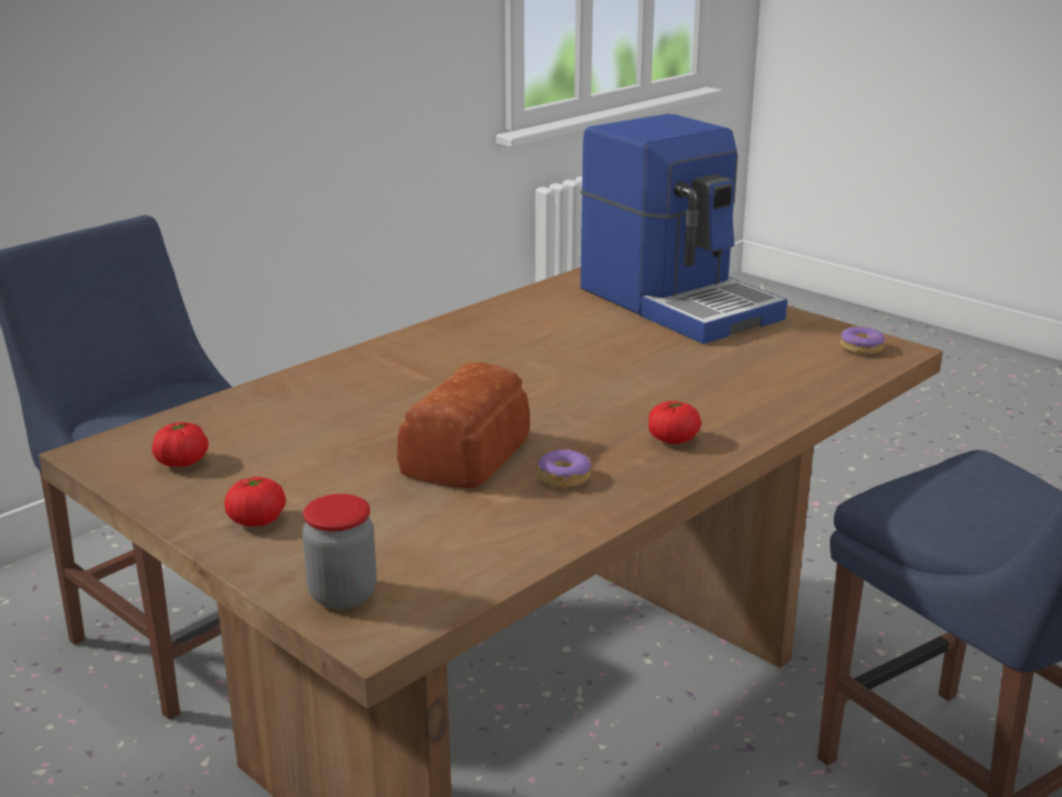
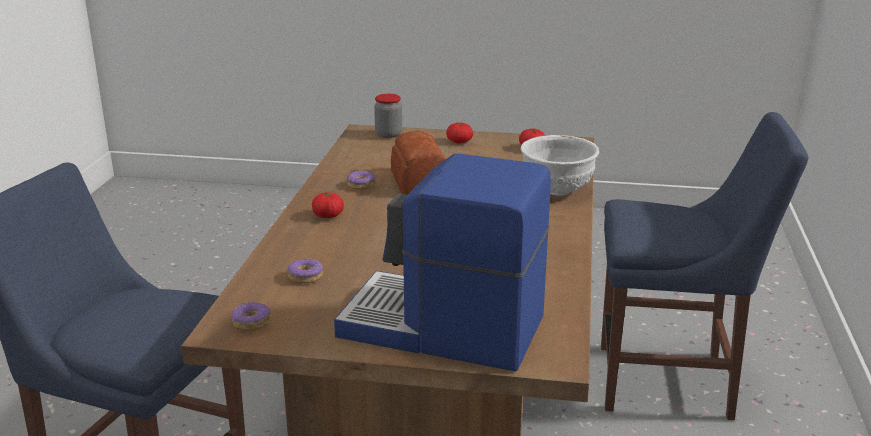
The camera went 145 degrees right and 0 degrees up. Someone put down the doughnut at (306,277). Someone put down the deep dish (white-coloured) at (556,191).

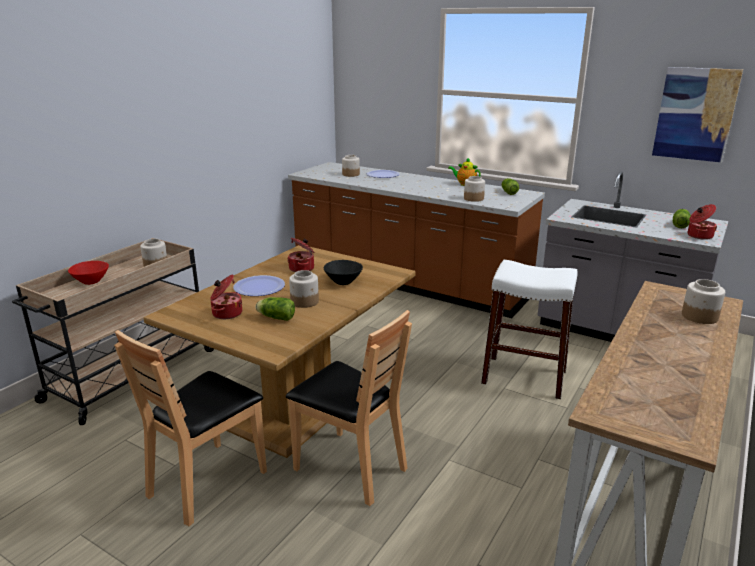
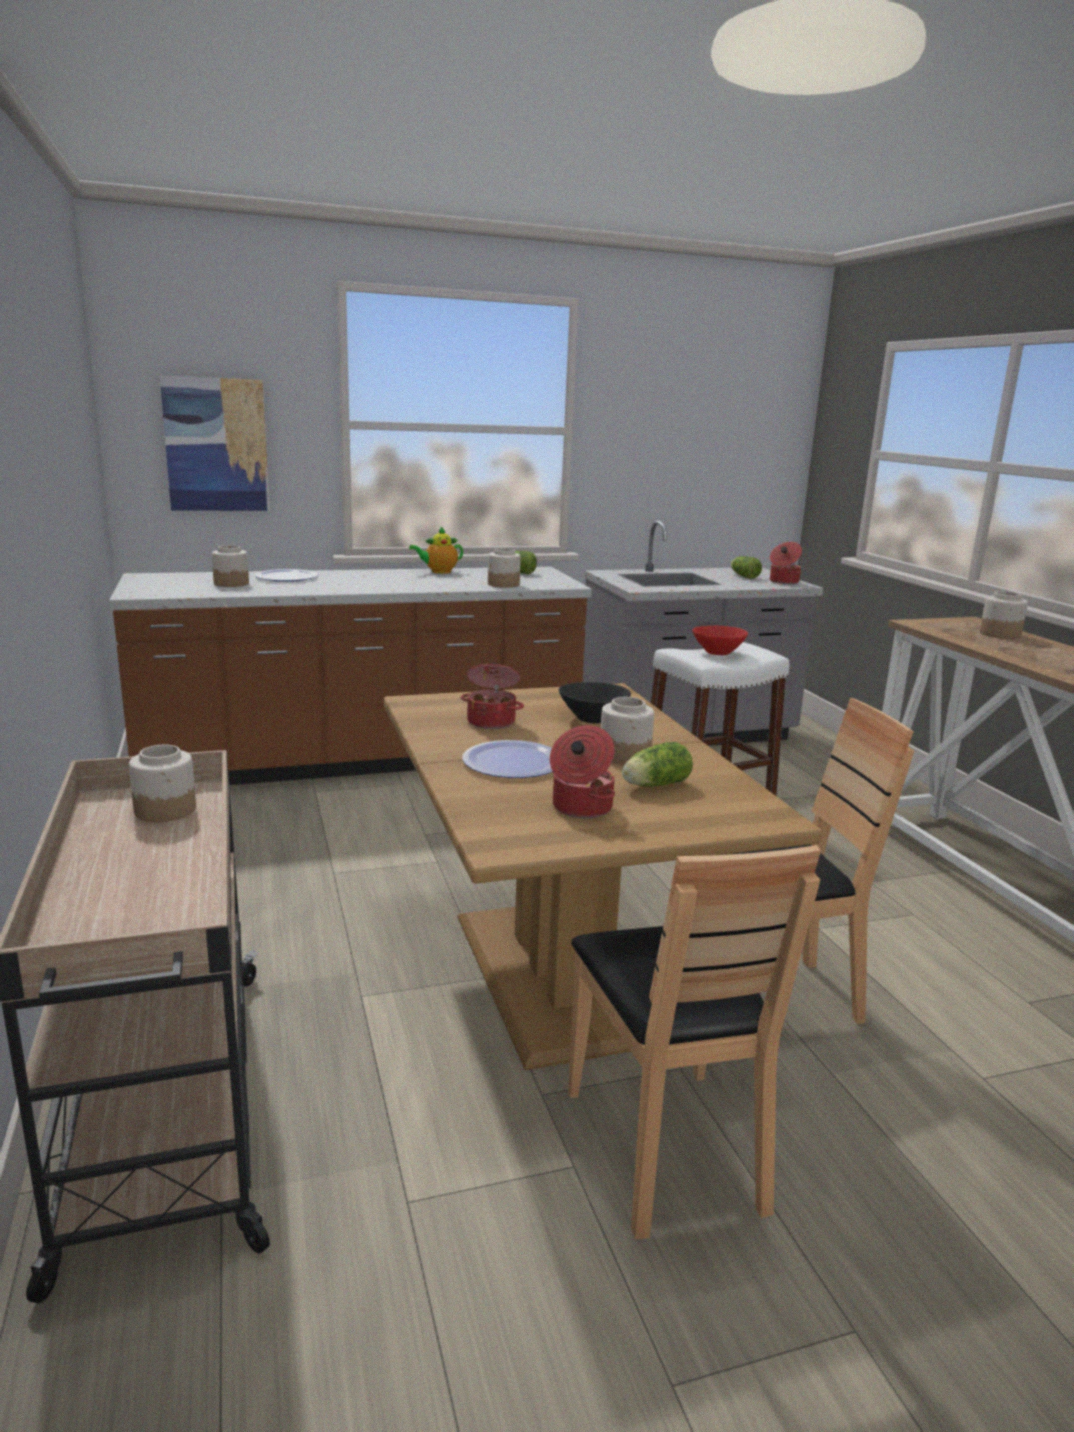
The camera went 50 degrees left and 5 degrees down. Someone carried the picture from (695,114) to (216,445). Someone carried the deep dish (red-coloured) from (91,281) to (717,652).

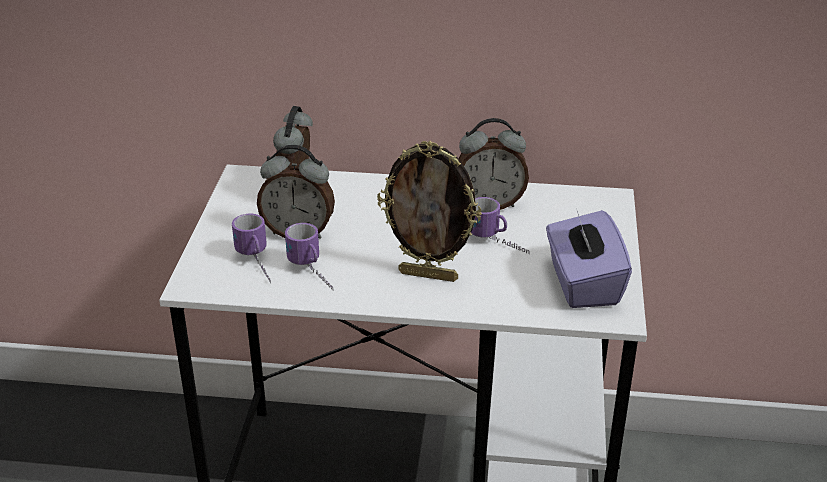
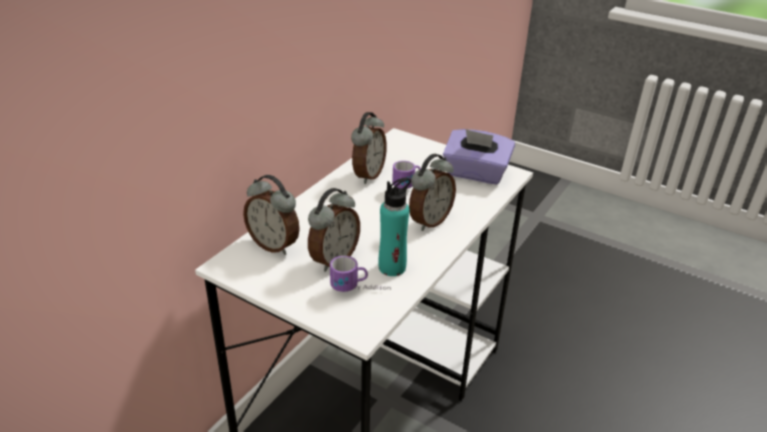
The camera went 65 degrees left and 0 degrees up. Someone swapped the mug at (313,274) for the bottle (blue-green) at (392,267). Someone swapped the standing frame at (429,275) for the bedside clock at (429,221).

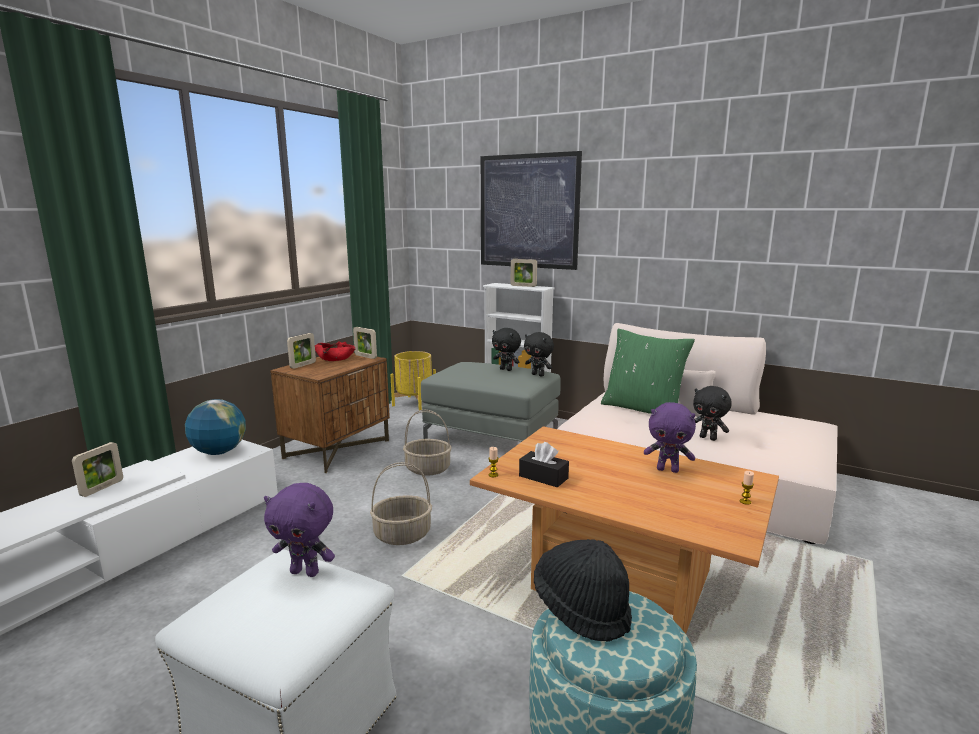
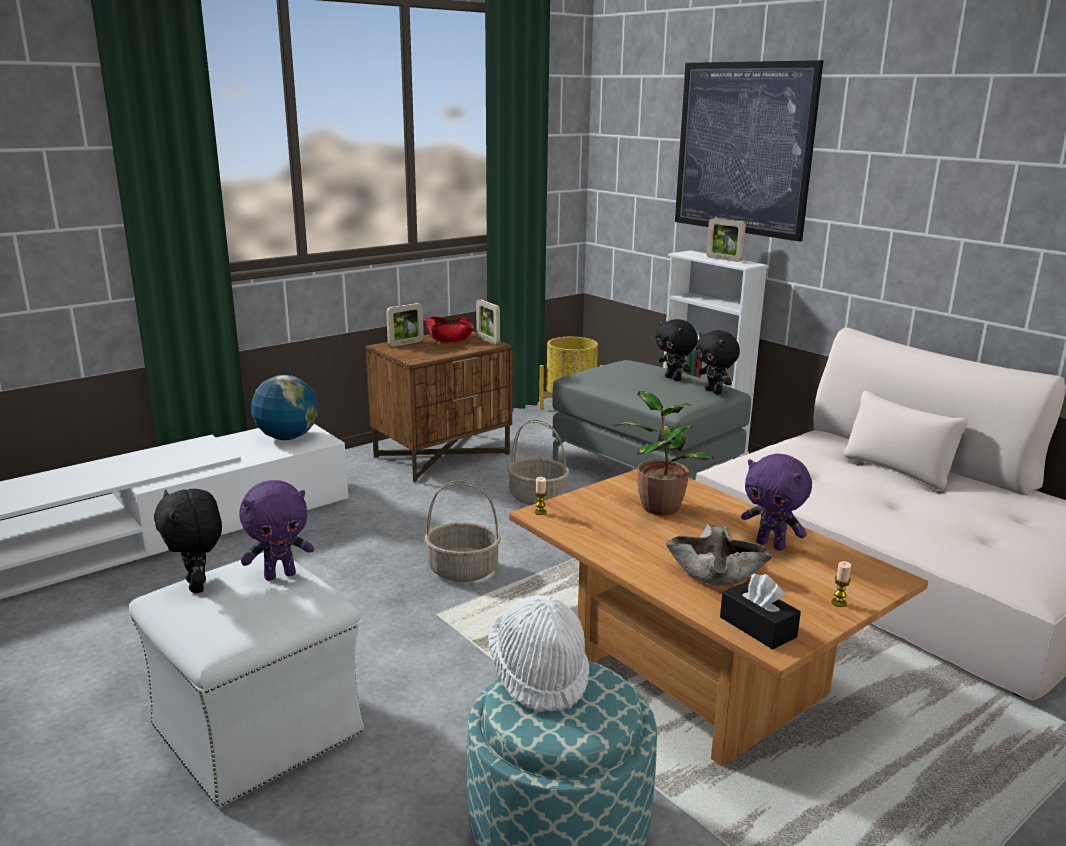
The camera went 20 degrees right and 5 degrees up. Someone carried the cuddly toy (black-coloured) from (708,438) to (198,586). Someone rotated the cuddly toy (purple-coloured) at (306,572) by 60 degrees counterclockwise. Someone repainted the hat (black-coloured) at (581,608), which became the hat (white-coloured) at (539,675). Someone put down the potted plant at (658,506). Someone put down the deep dish (sand-coloured) at (716,570). Someone carried the box of tissues (black-coloured) from (543,477) to (757,627). Someone took away the standing frame at (102,488). Someone took away the cushion (greenish) at (643,408).

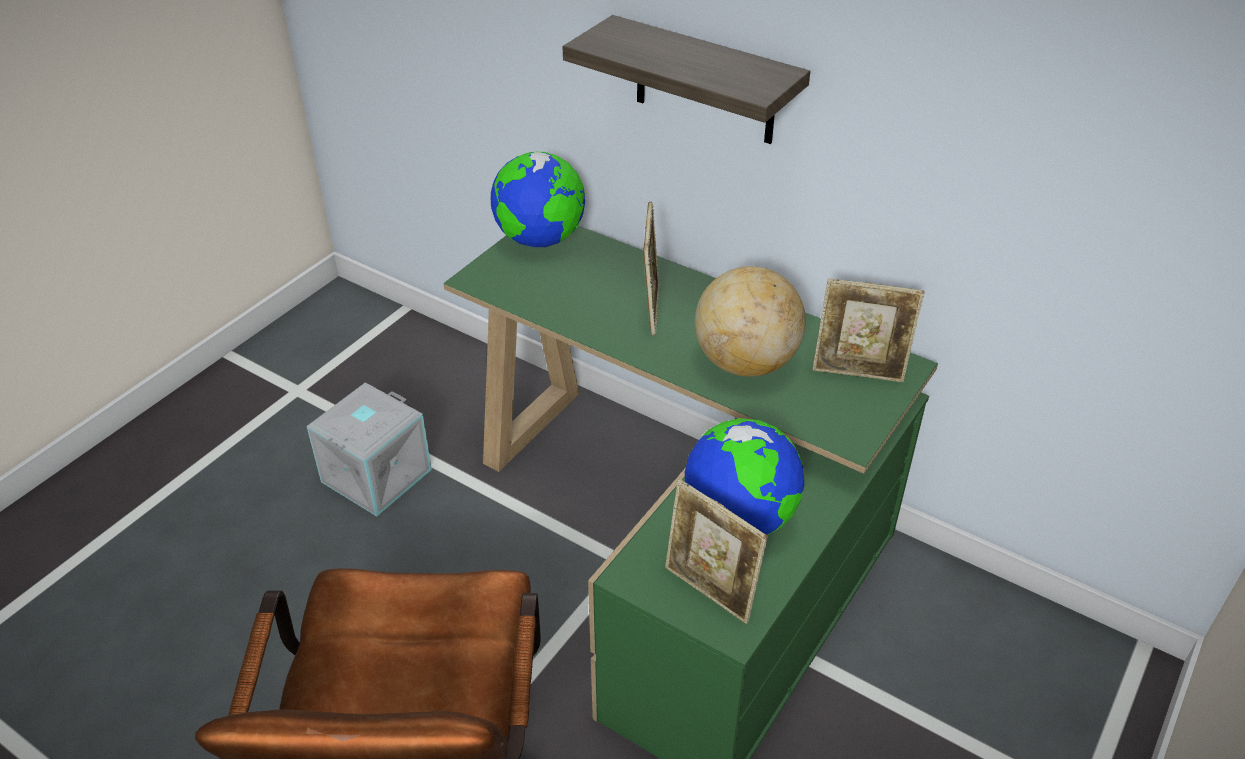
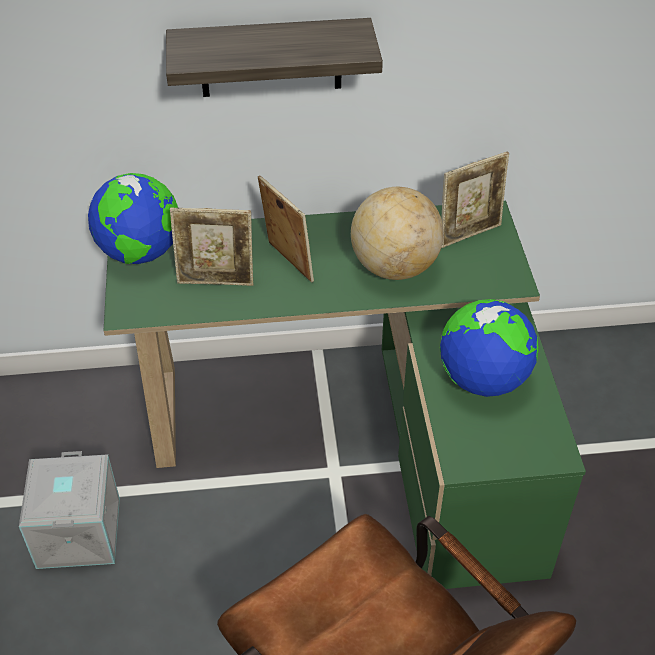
The camera went 40 degrees left and 5 degrees up. Someone carried the standing frame from (710,592) to (216,281).

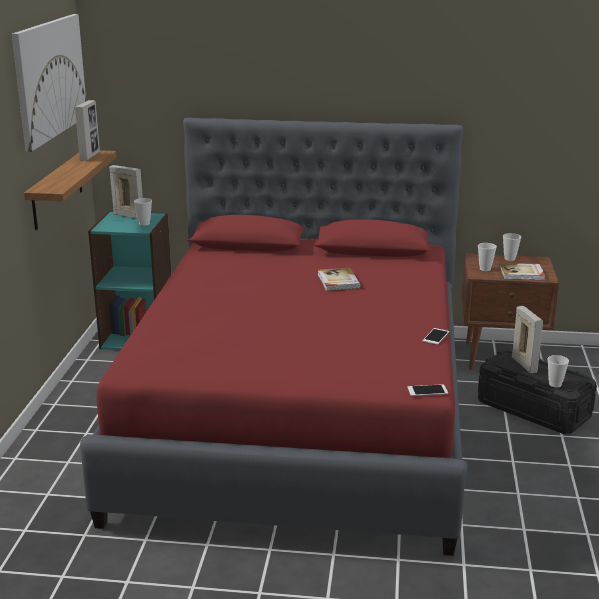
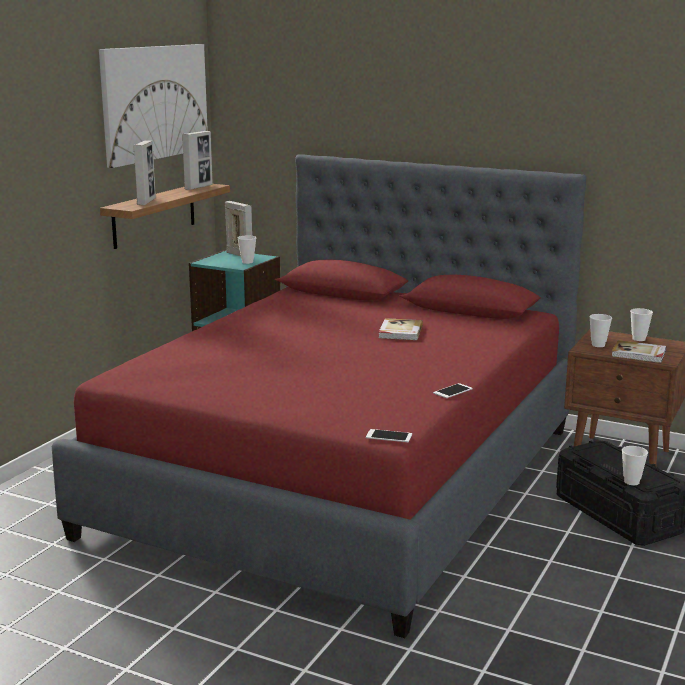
The camera went 20 degrees right and 5 degrees down. Someone carried the standing frame from (524,365) to (146,202).

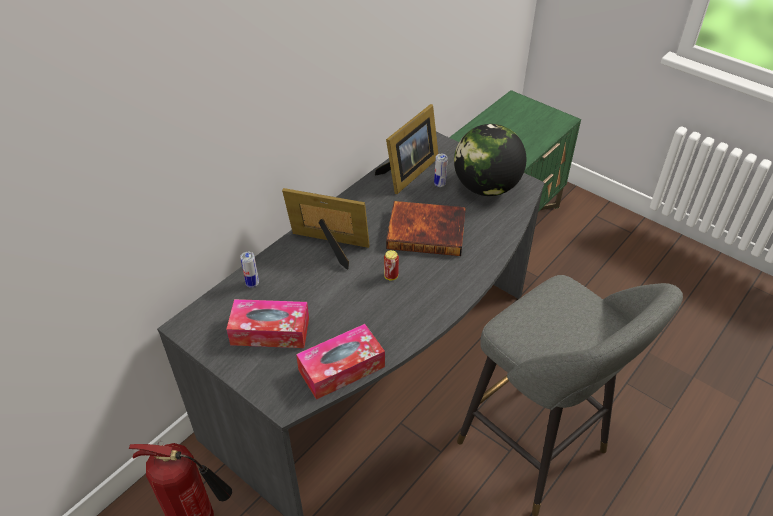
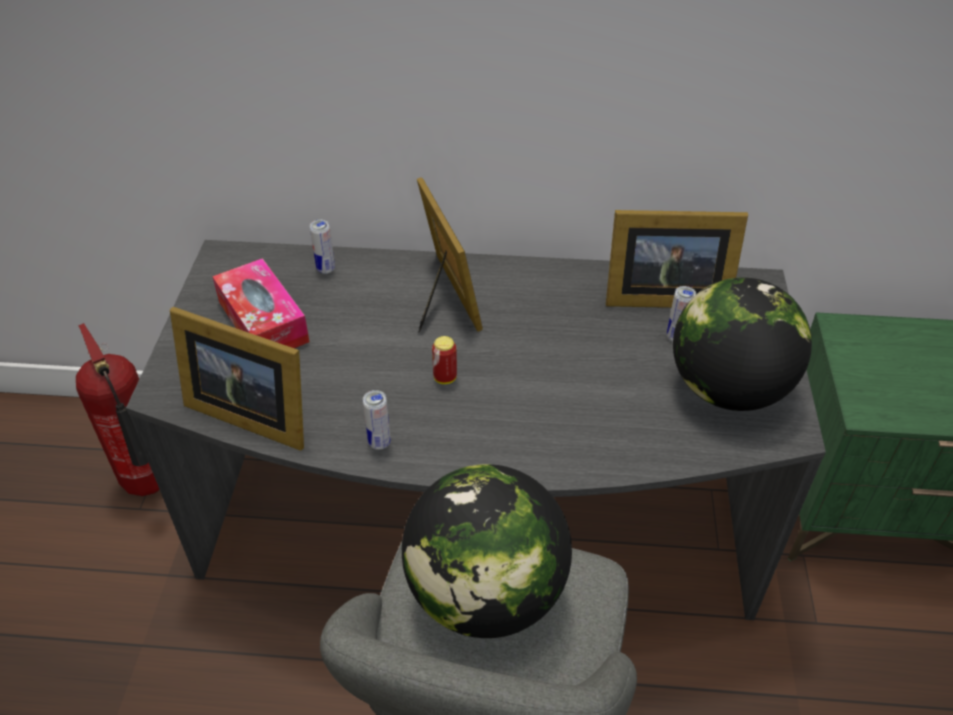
The camera went 55 degrees right and 0 degrees up. Someone swapped the box of tissues at (341,368) for the standing frame at (249,412). Someone put down the can at (379,443). Someone put down the world globe at (486,594). Someone took away the bound book at (427,231).

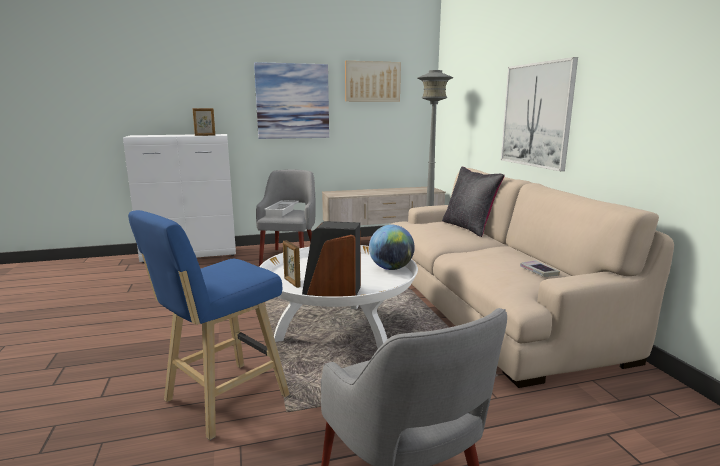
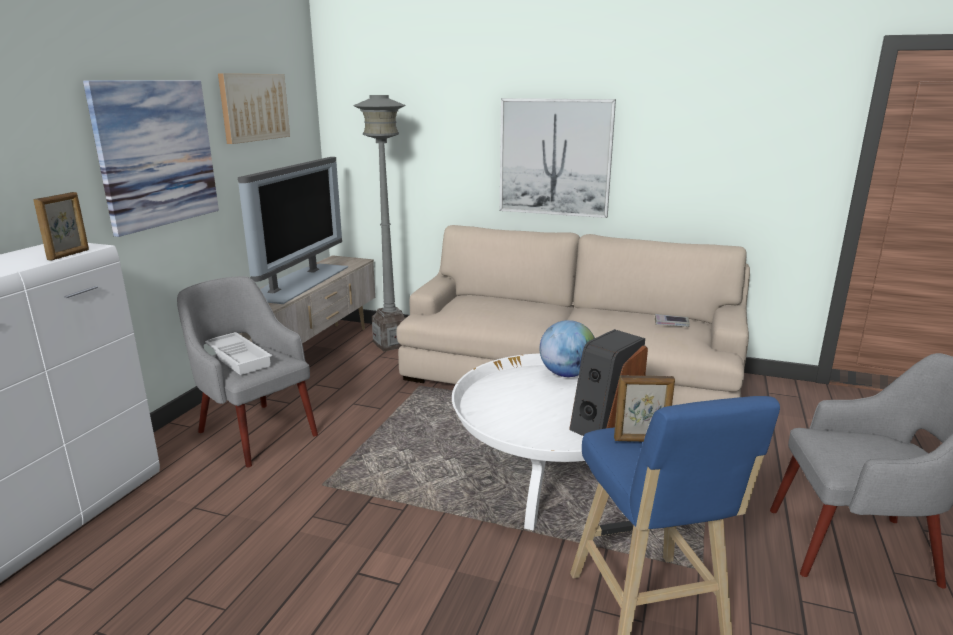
The camera went 55 degrees left and 5 degrees up. Someone put down the TV at (299,282). Someone carried the standing frame from (292,283) to (640,440). Someone took away the cushion (black-coloured) at (469,228).

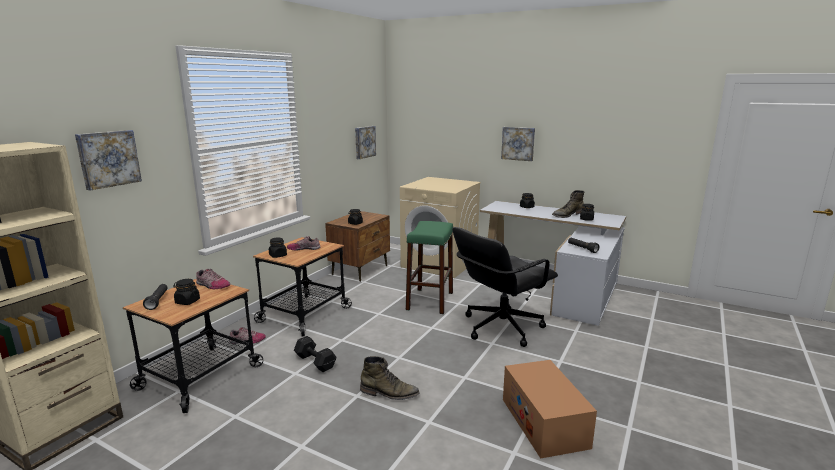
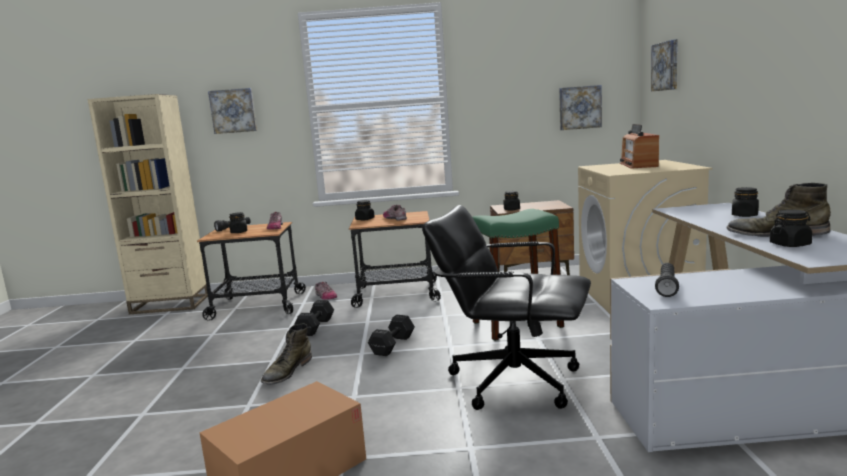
The camera went 60 degrees right and 5 degrees down. Someone rotated the high-top boot (greenish) at (389,393) by 45 degrees clockwise. Someone put down the hand weight (black-coloured) at (393,345). Someone put down the radio set at (638,165). Someone carried the picture from (518,143) to (666,66).

